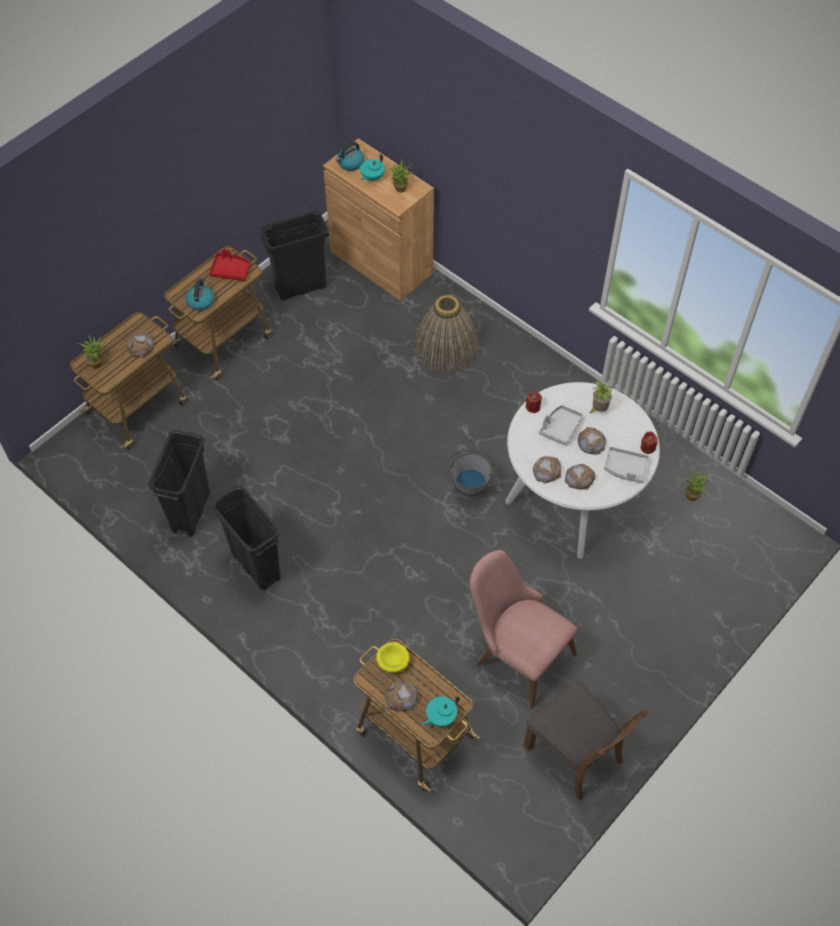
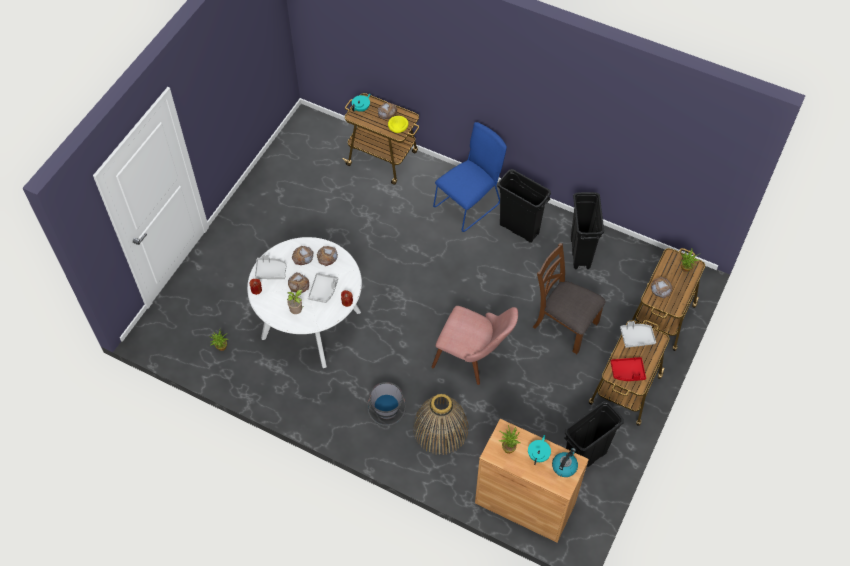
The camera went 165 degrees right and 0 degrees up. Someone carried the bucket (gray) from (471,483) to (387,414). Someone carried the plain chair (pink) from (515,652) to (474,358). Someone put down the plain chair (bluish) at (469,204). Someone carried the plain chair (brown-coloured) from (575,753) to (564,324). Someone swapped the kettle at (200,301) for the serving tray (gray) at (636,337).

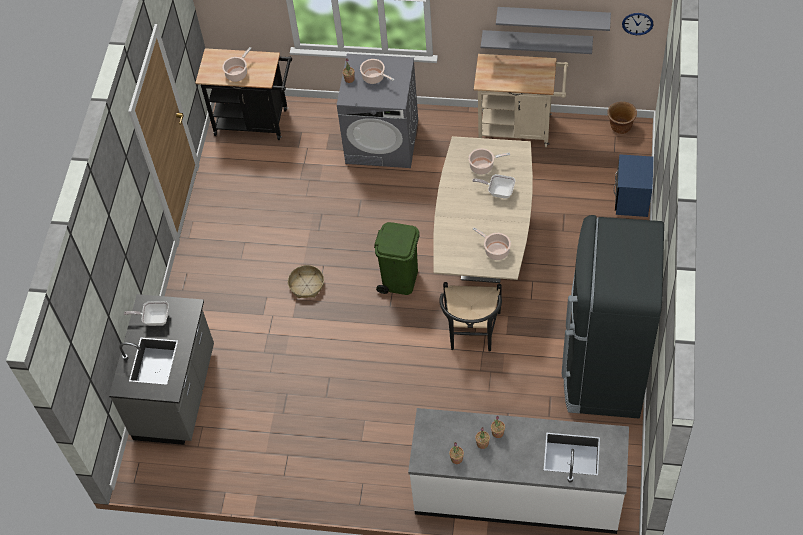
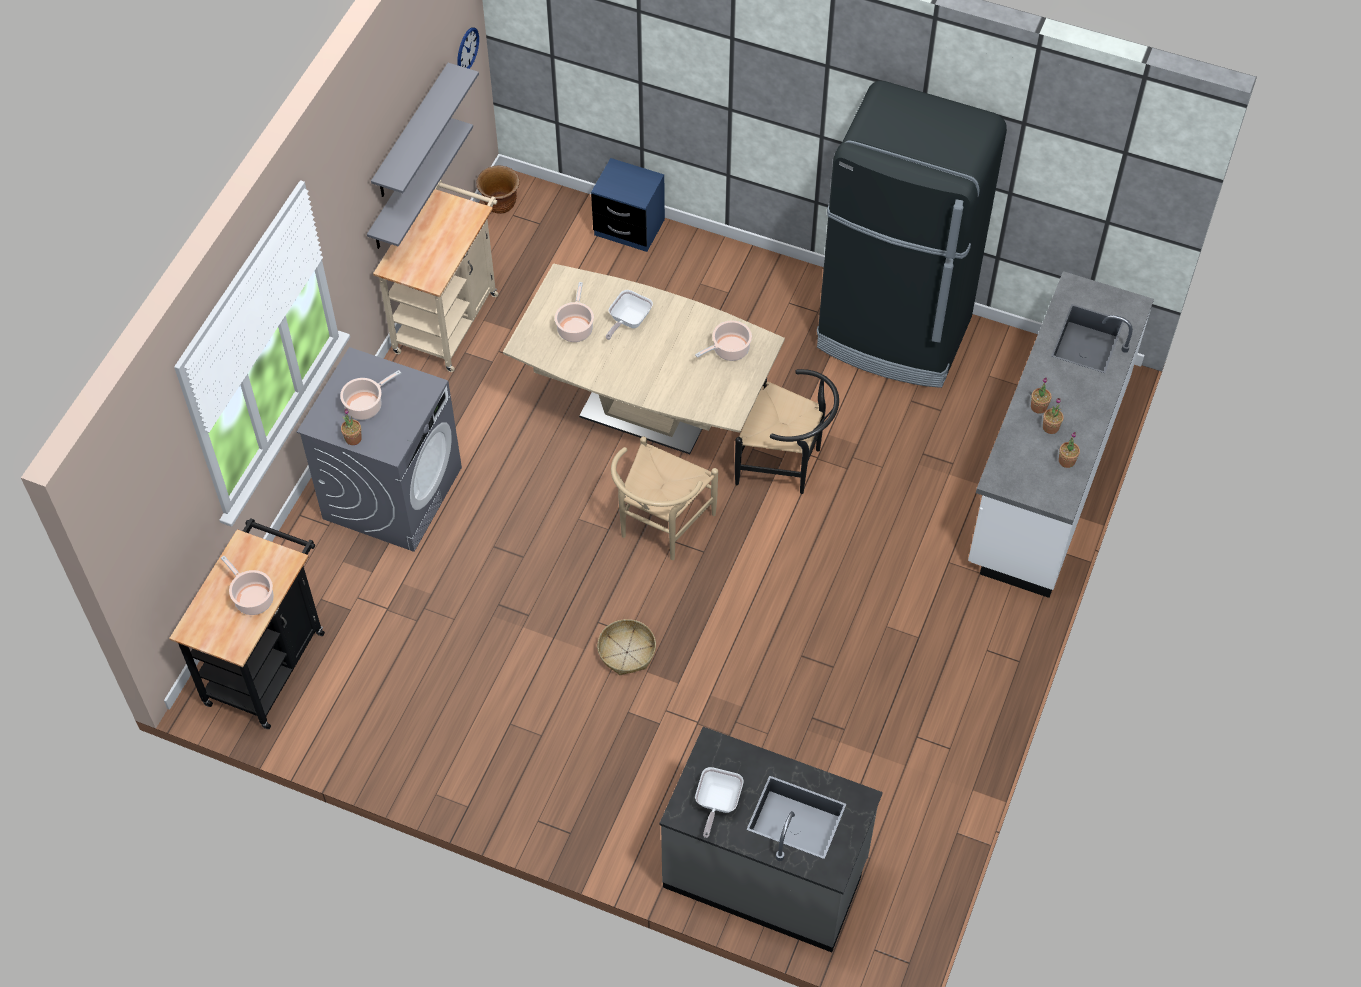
The camera went 80 degrees left and 0 degrees up. Someone swapped the trash can (greenish) at (400,279) for the plain chair (sand-coloured) at (660,528).

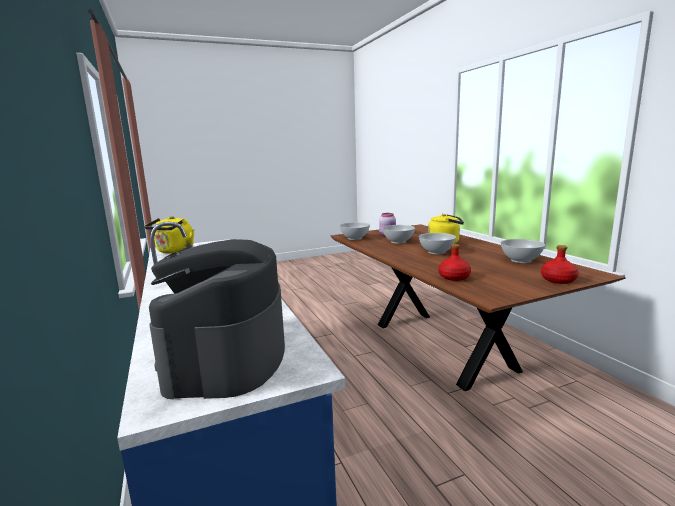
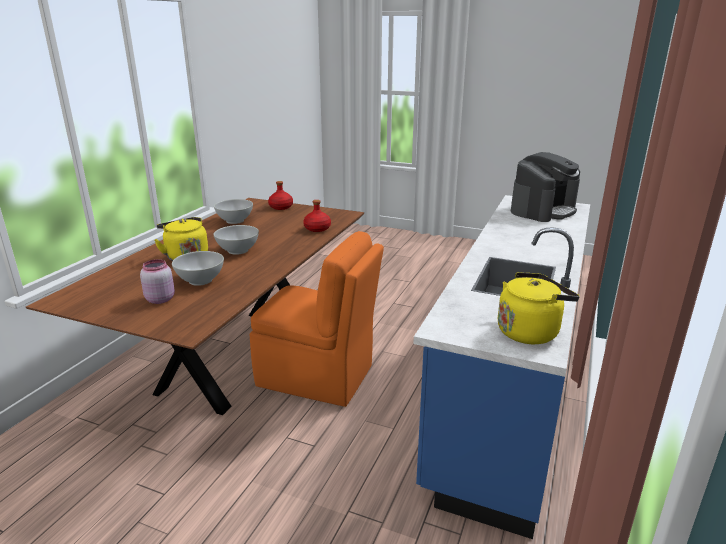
The camera went 135 degrees left and 10 degrees up. Someone put down the plain chair (orange) at (318,376). Someone took away the deep dish (white-coloured) at (354,238).

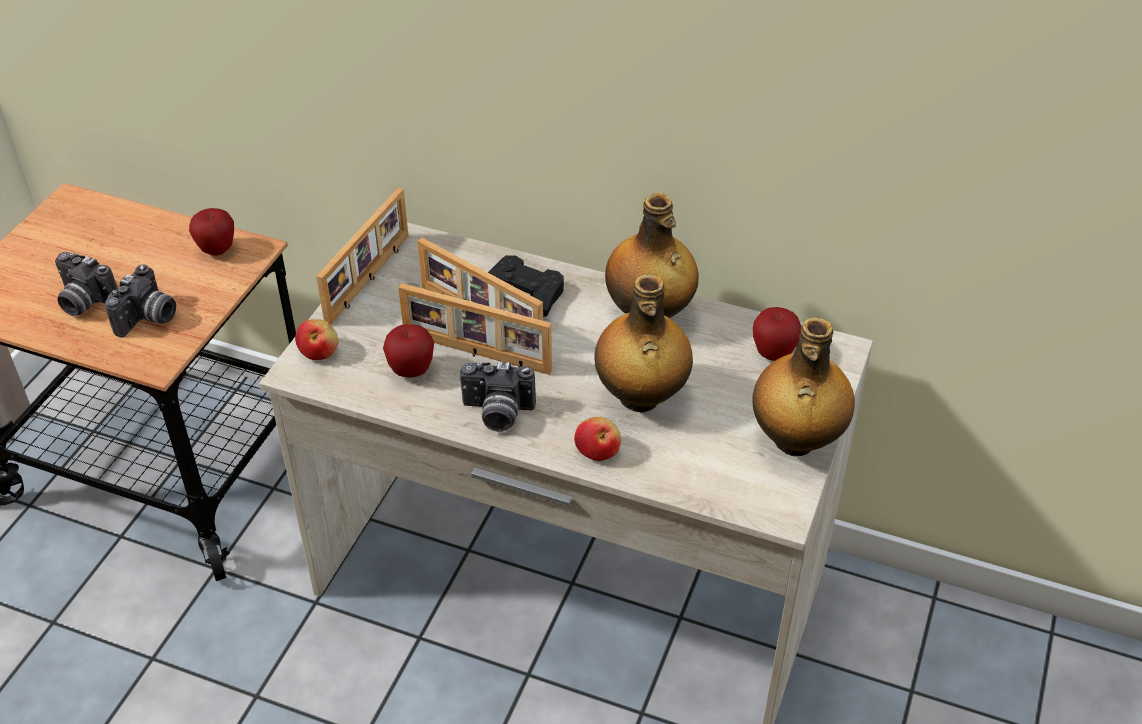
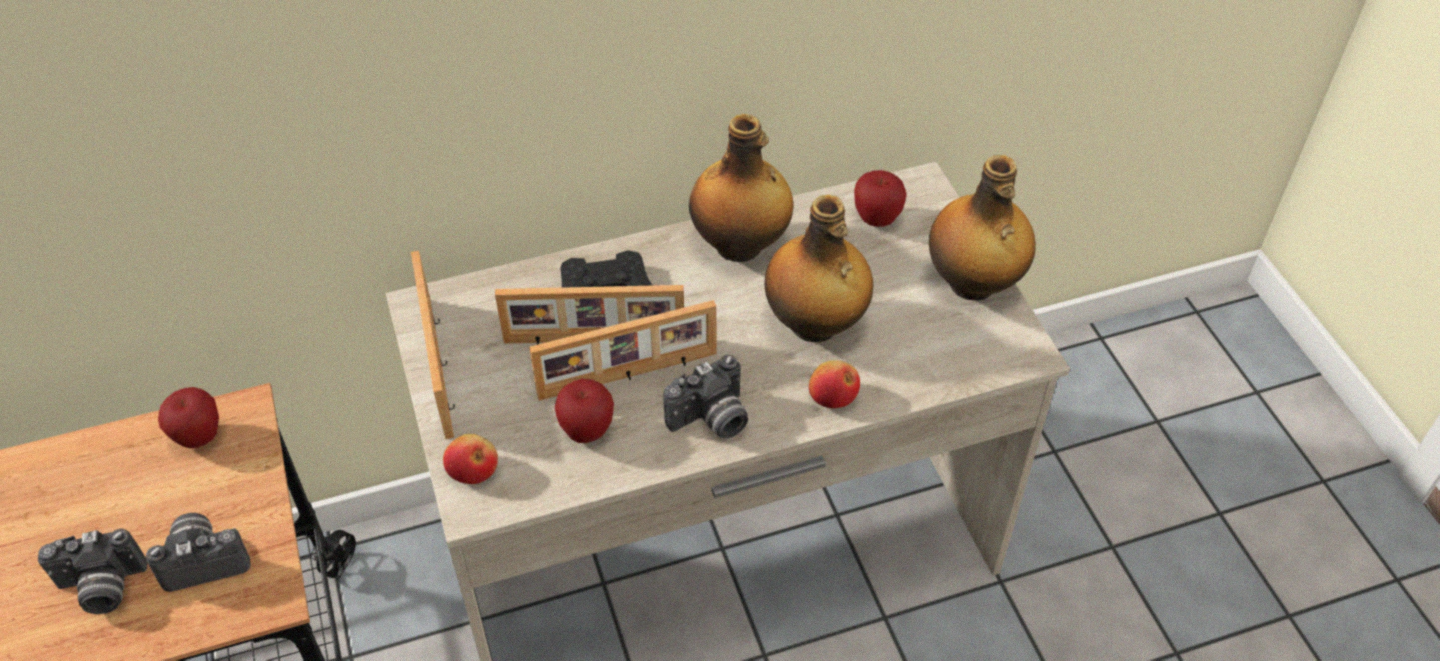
The camera went 40 degrees left and 5 degrees up. Someone rotated the photo camera at (148,319) by 90 degrees counterclockwise.

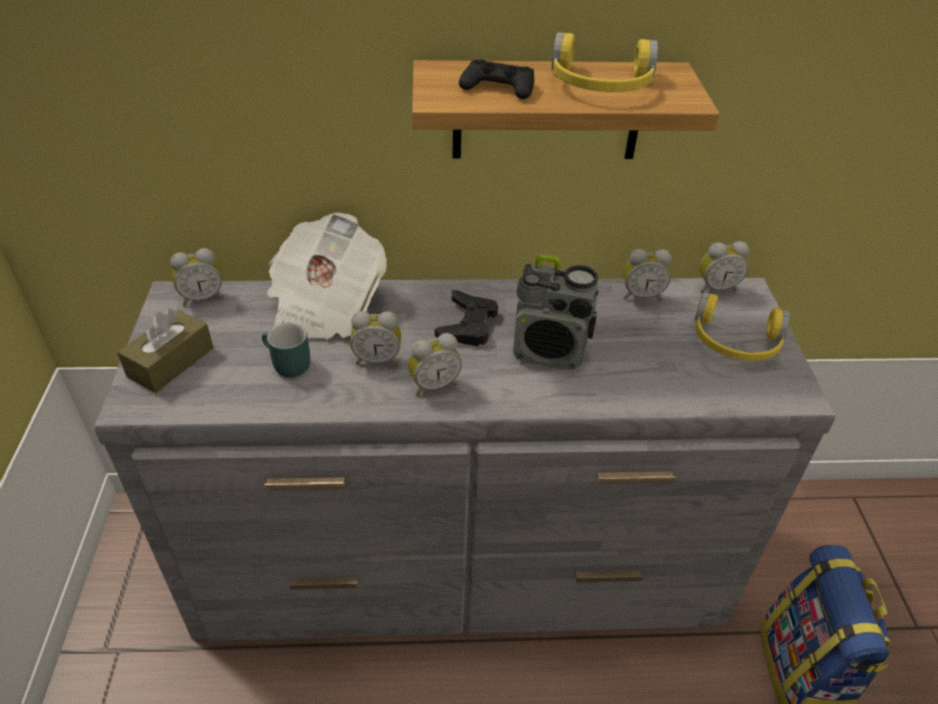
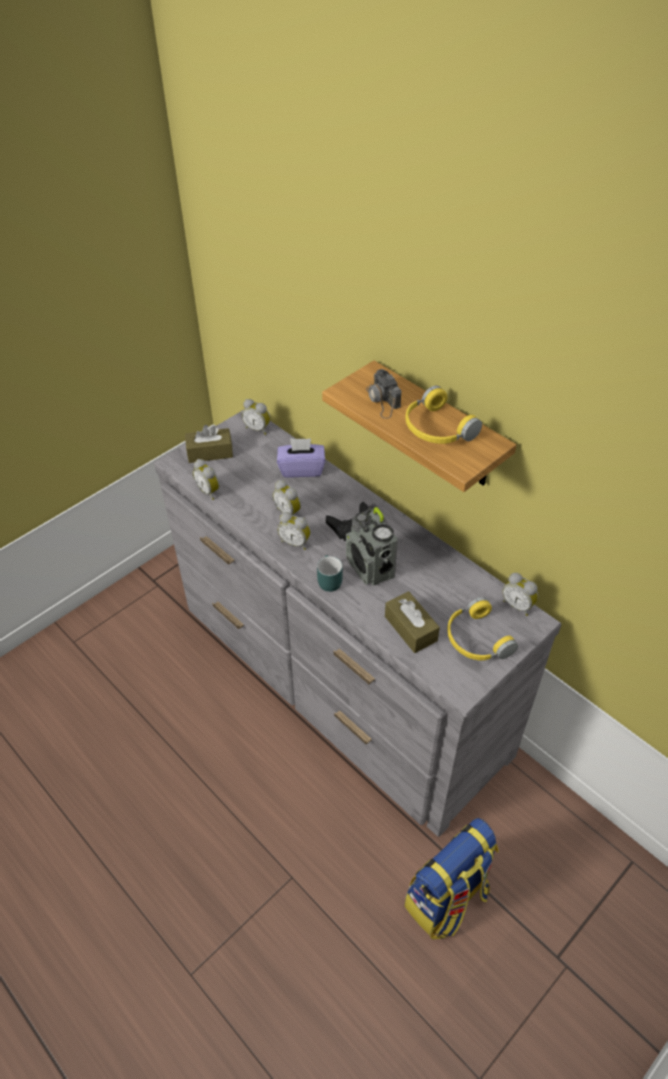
The camera went 50 degrees right and 5 degrees up. Someone carried the bedside clock from (641,295) to (209,491). Someone swapped the daily paper at (324,306) for the box of tissues (purple-coloured) at (301,469). Someone carried the mug (blue-green) from (285,365) to (327,580). Someone swapped the gamepad (black-coloured) at (498,87) for the photo camera at (382,400). Someone put down the box of tissues (brown-coloured) at (410,628).

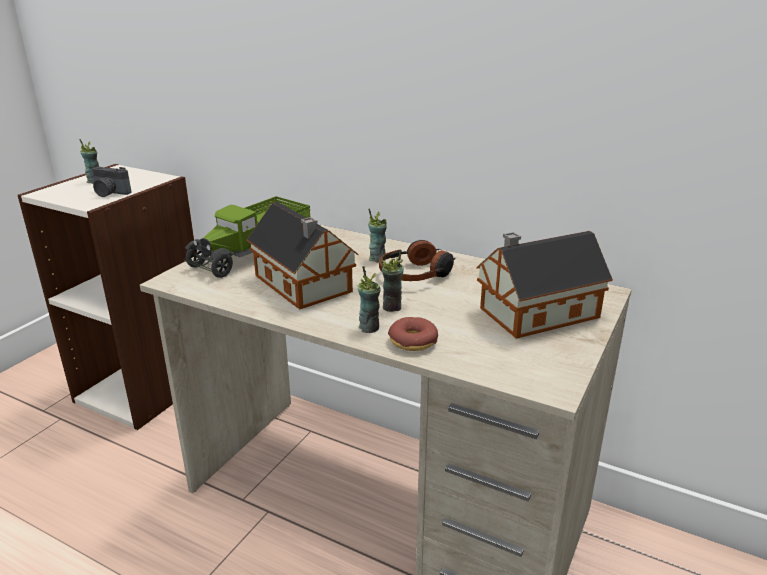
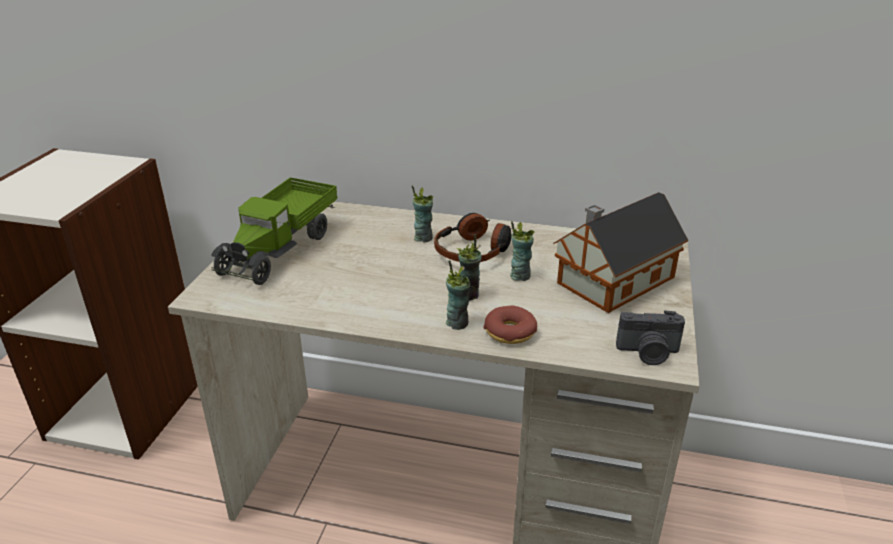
The camera went 15 degrees left and 5 degrees up. Someone carried the cup from (94,181) to (520,275). Someone carried the photo camera from (110,193) to (648,353). Someone took away the miniature house at (304,285).

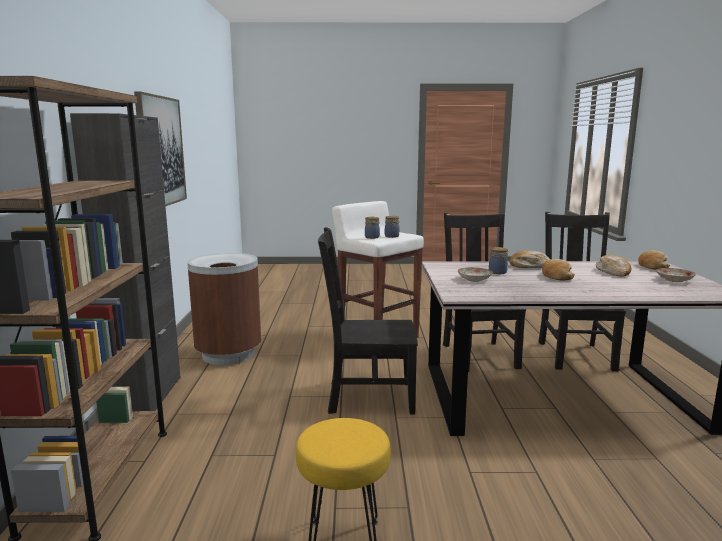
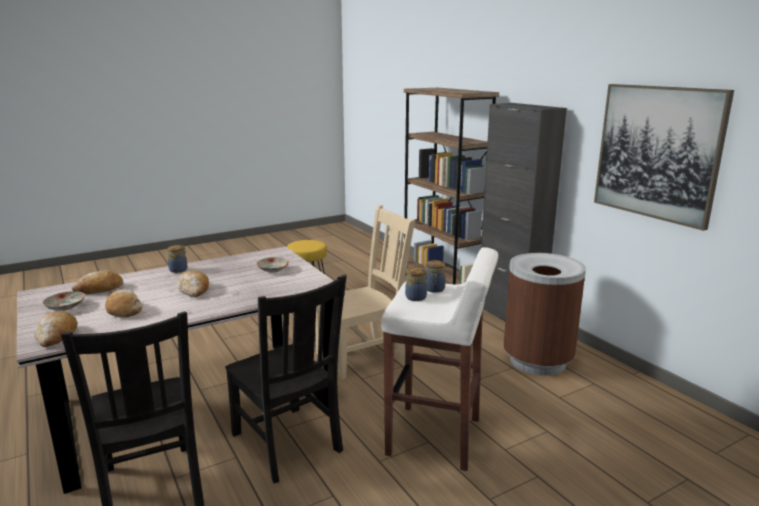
The camera went 150 degrees right and 5 degrees up. Someone carried the bakery bread from (529,266) to (100,289). Someone carried the jar from (498,272) to (177,270). Someone repainted the plain chair (black-coloured) at (367,397), which became the plain chair (sand-coloured) at (364,356).

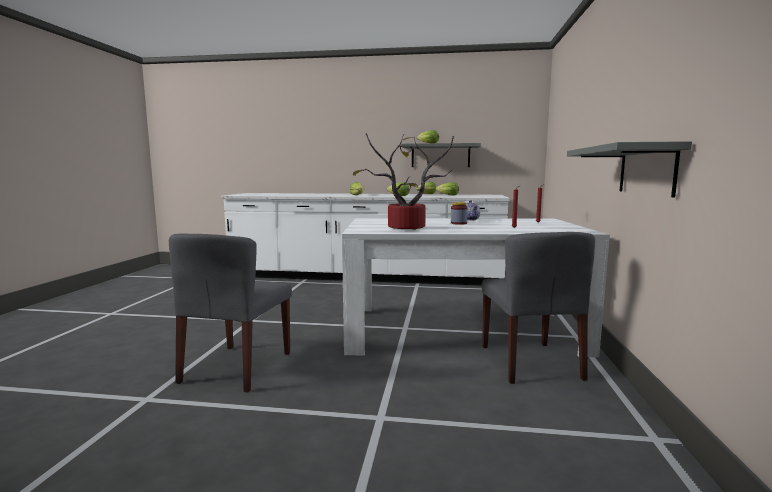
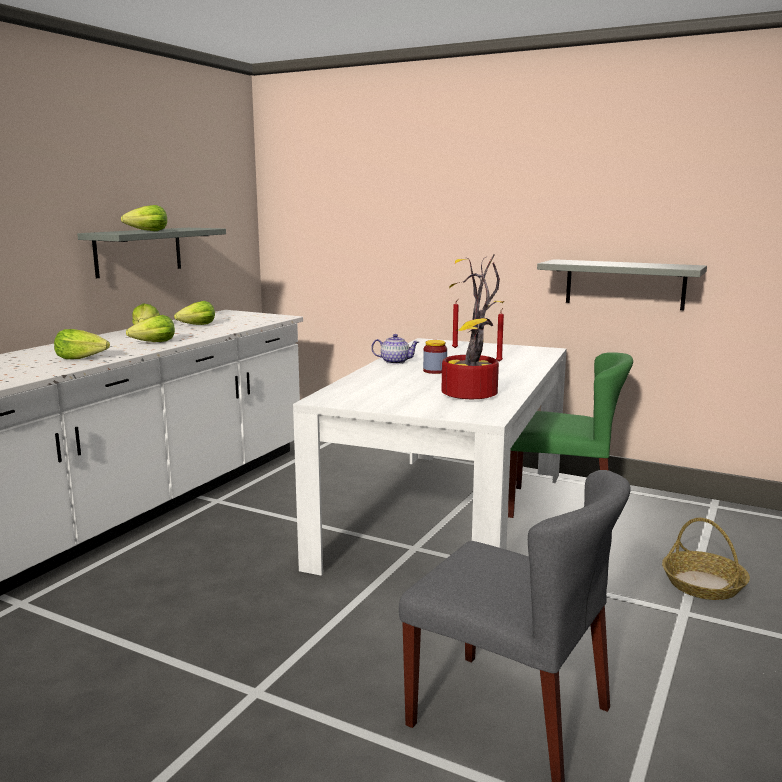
The camera went 70 degrees left and 5 degrees up. Someone repainted the plain chair (gray) at (530,362), which became the plain chair (greenish) at (561,506). Someone put down the household basket at (703,585).

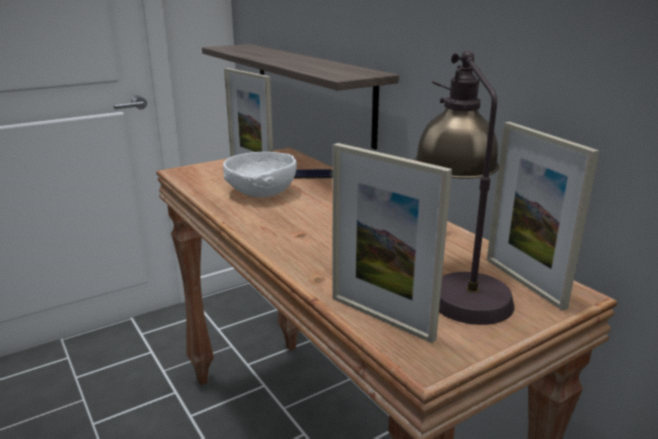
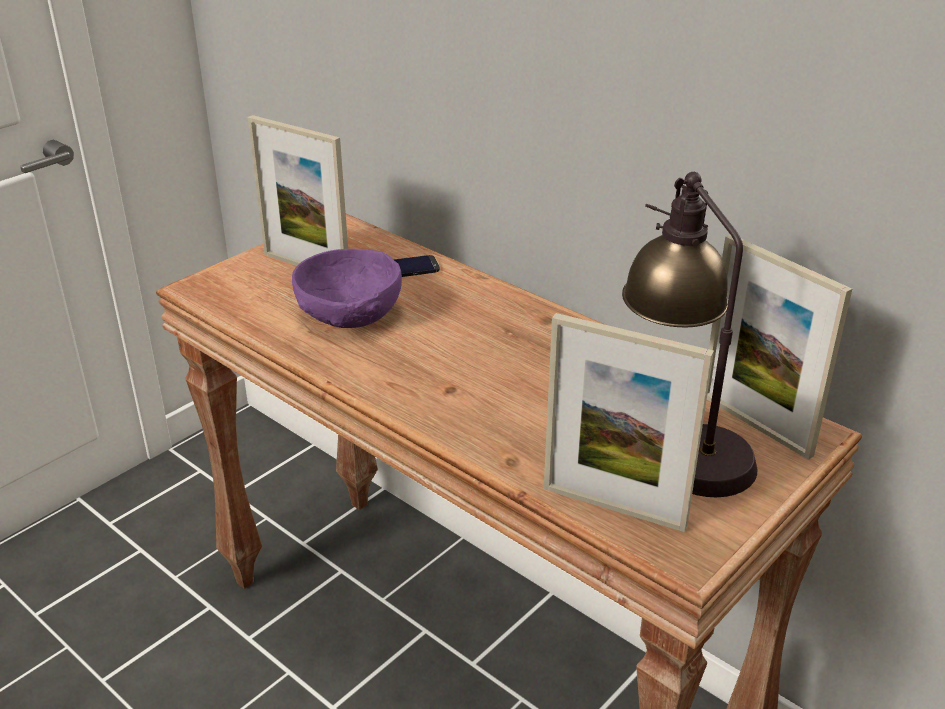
The camera went 15 degrees left and 10 degrees up. Someone repainted the deep dish (white-coloured) at (260,192), which became the deep dish (purple-coloured) at (348,315). Someone took away the shelf at (311,91).

